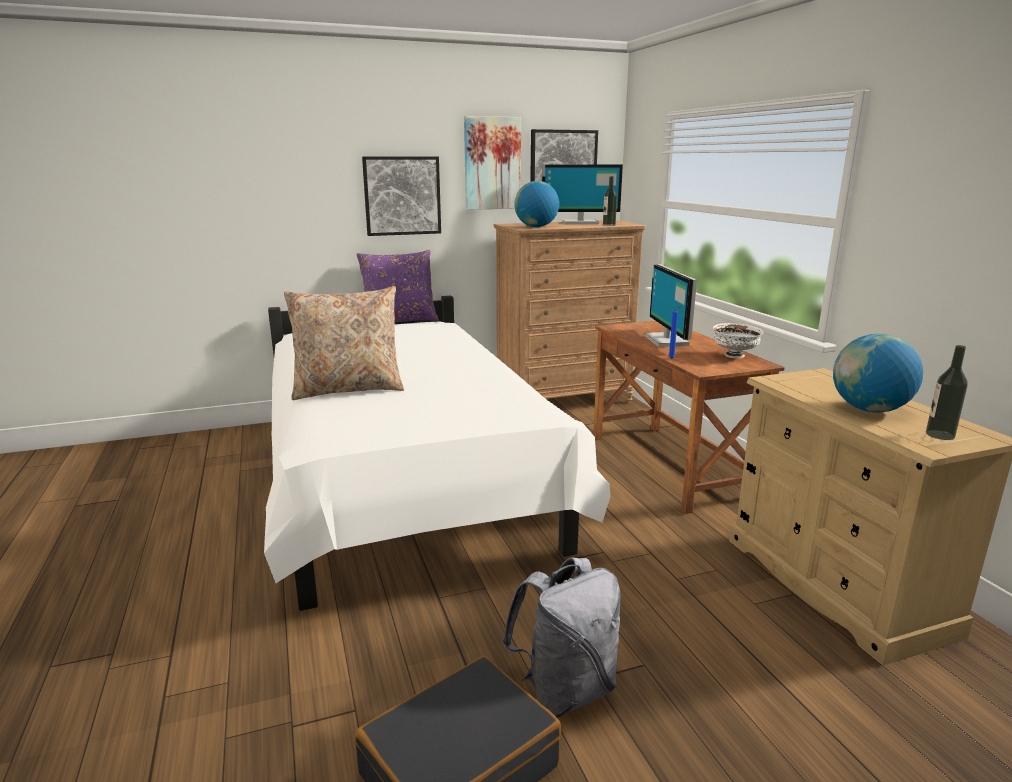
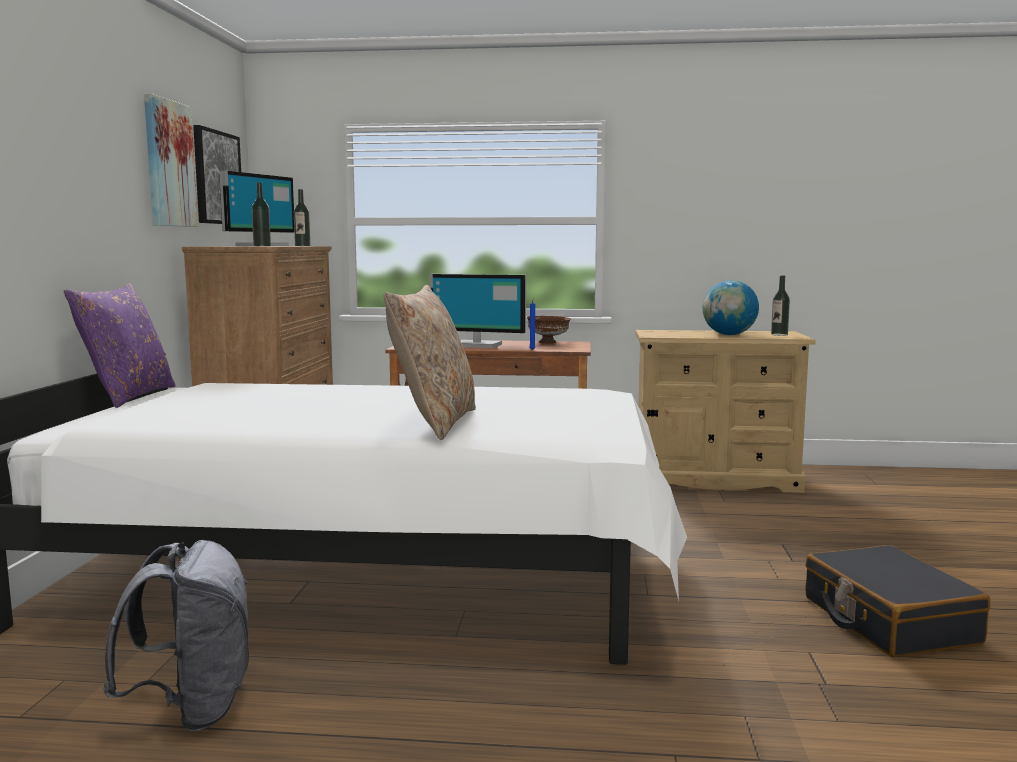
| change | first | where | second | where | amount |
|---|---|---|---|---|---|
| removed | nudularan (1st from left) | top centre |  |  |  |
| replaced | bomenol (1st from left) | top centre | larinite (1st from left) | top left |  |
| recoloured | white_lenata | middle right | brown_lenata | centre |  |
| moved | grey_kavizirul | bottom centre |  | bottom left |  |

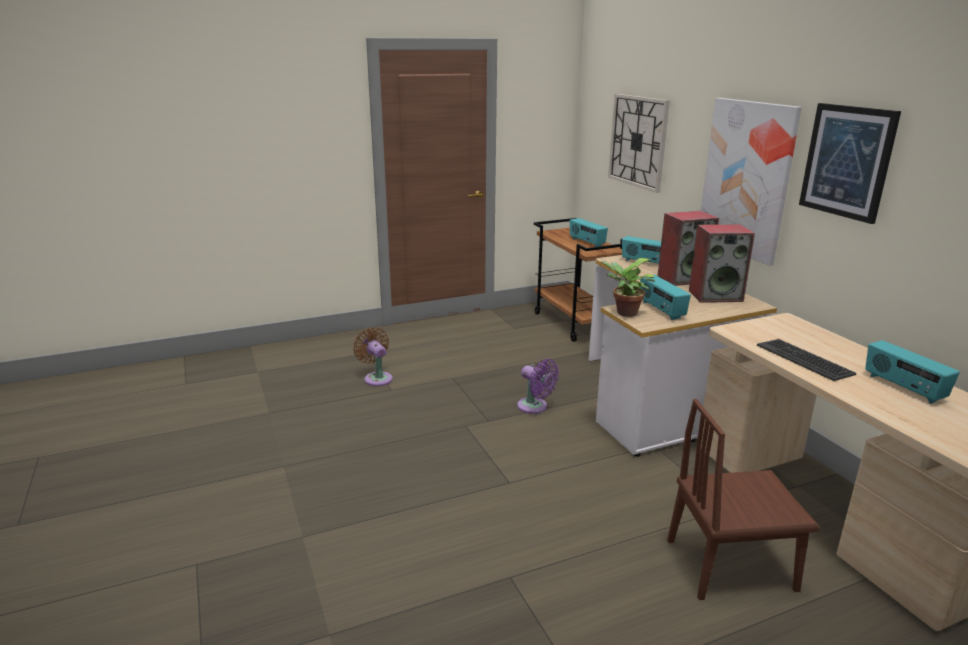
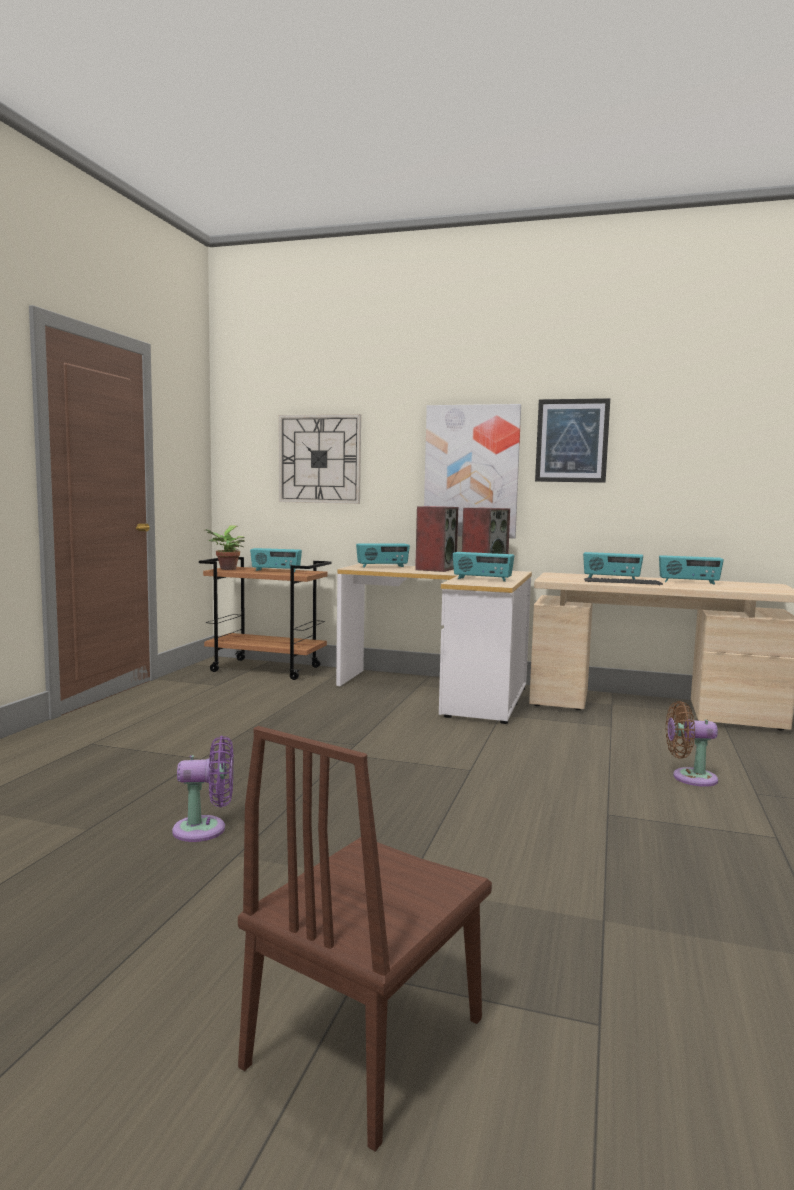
| change | first | where | second | where | amount |
|---|---|---|---|---|---|
| moved | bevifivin | centre |  | middle left |  |
| moved | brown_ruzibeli | centre |  | middle right |  |
| moved | purple_ruzibeli | centre |  | middle left |  |
| moved | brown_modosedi | bottom right |  | bottom centre |  |
| added |  |  | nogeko (4th from left) | middle right |  |

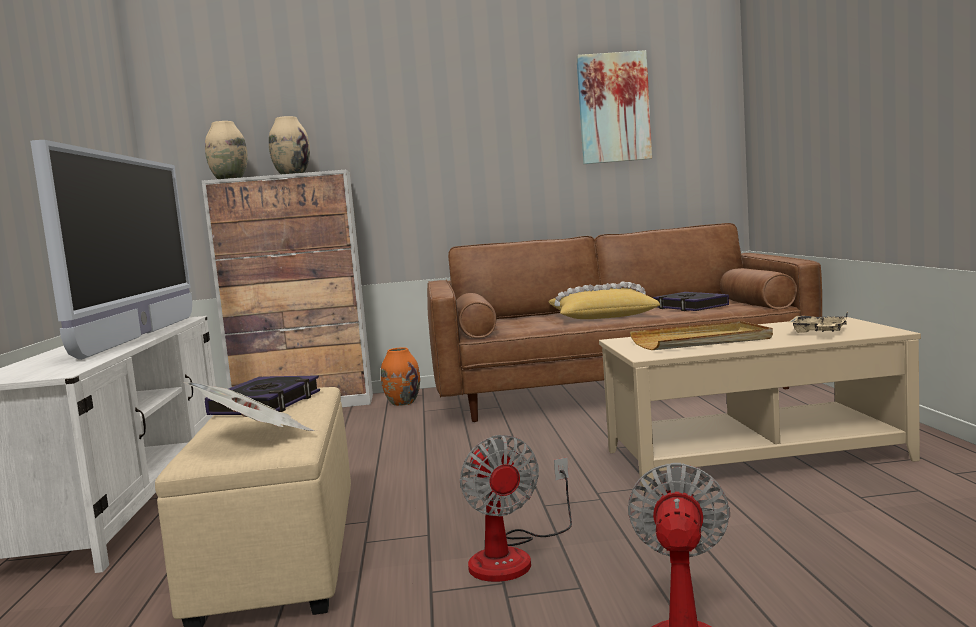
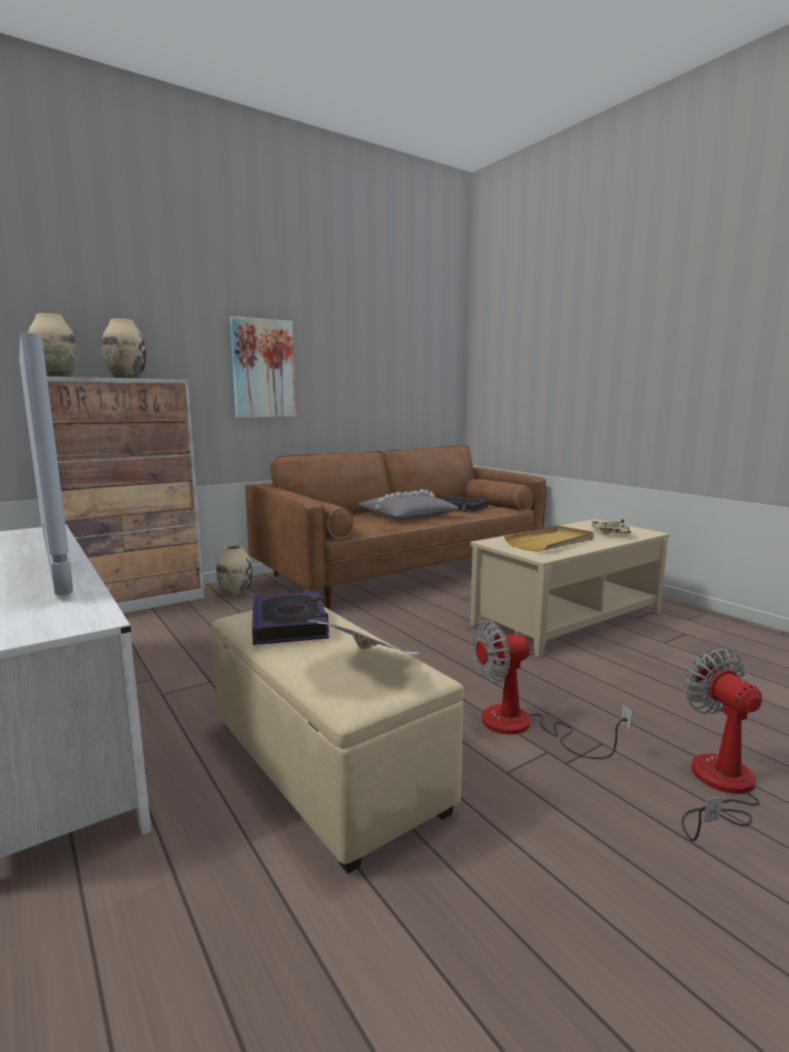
| change | first | where | second | where | amount |
|---|---|---|---|---|---|
| moved | nudularan | top centre |  | centre |  |
| recoloured | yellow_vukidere | centre | grey_vukidere | centre |  |
| recoloured | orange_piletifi | centre | beige_piletifi (3rd from left) | middle left |  |
| turned | ruzibeli (1st from left) | bottom centre |  | middle right | 120 degrees clockwise |

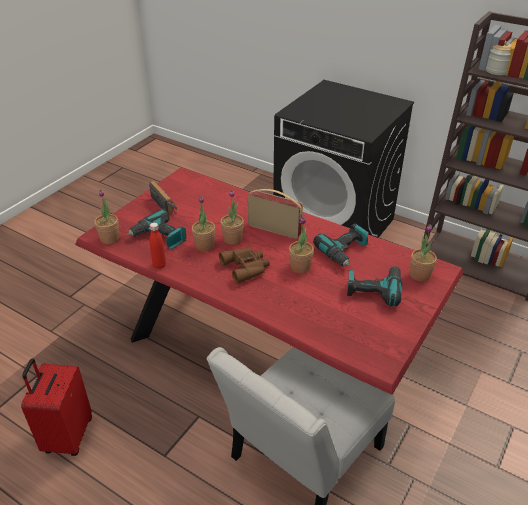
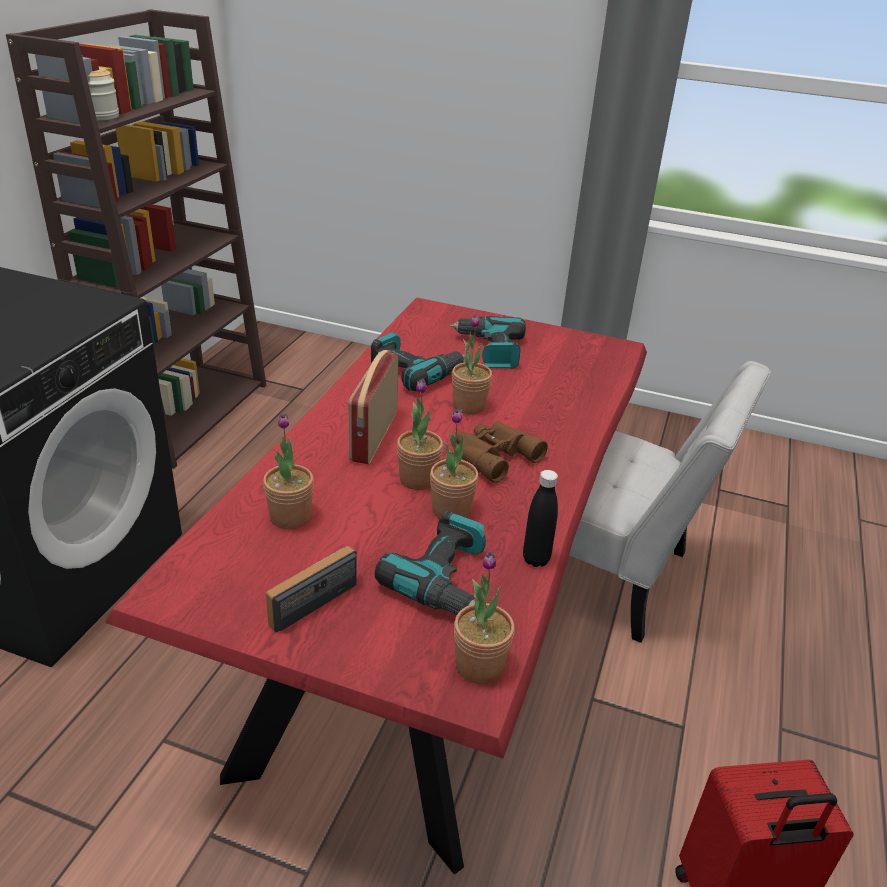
| change | first | where | second | where | amount |
|---|---|---|---|---|---|
| recoloured | red_larinite | middle left | black_larinite | centre |  |
| moved | bevifivin (5th from left in the first image) | middle right | bevifivin (1st from left) | middle left |  |

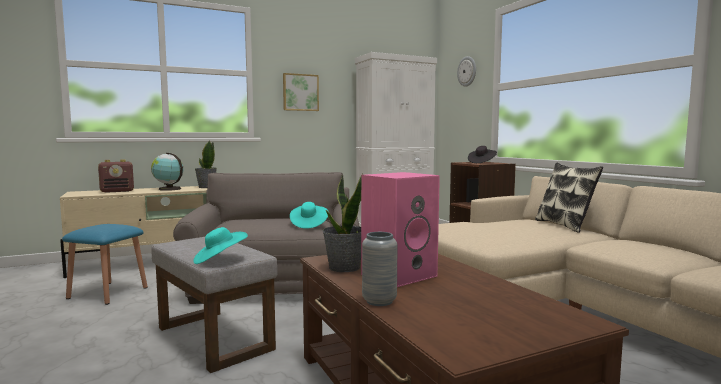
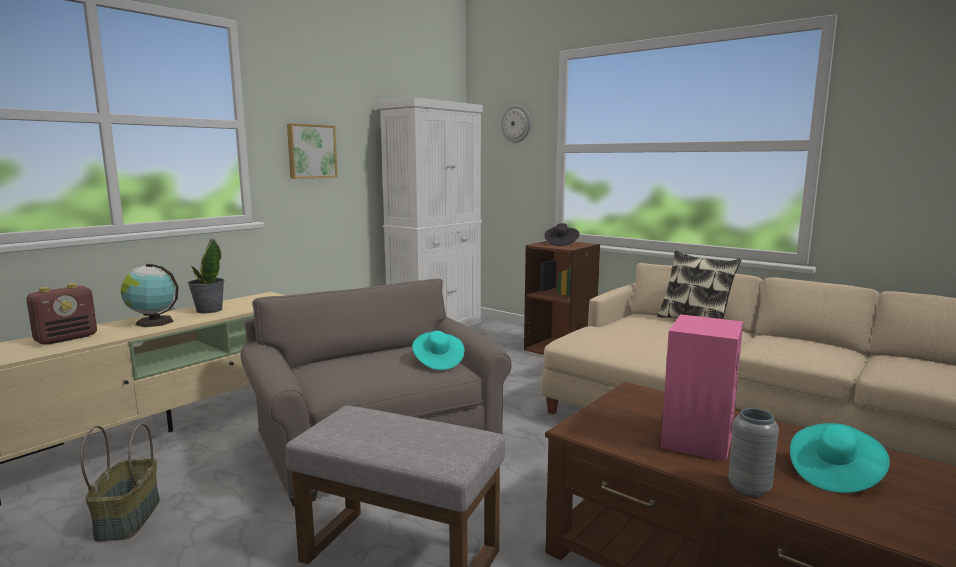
| change | first | where | second | where | amount |
|---|---|---|---|---|---|
| removed | bevifivin (2nd from left) | centre |  |  |  |
| replaced | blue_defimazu | bottom left | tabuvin | bottom left |  |
| moved | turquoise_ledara (1st from left in the first image) | middle left | turquoise_ledara (2nd from left) | bottom right |  |

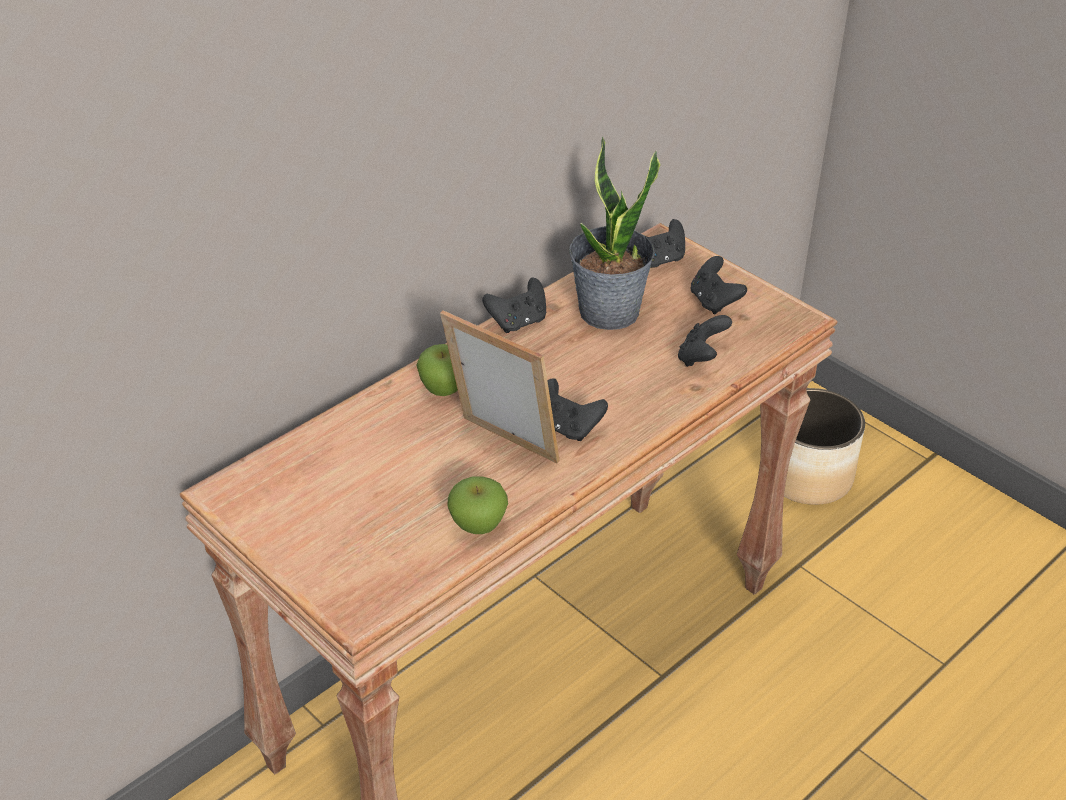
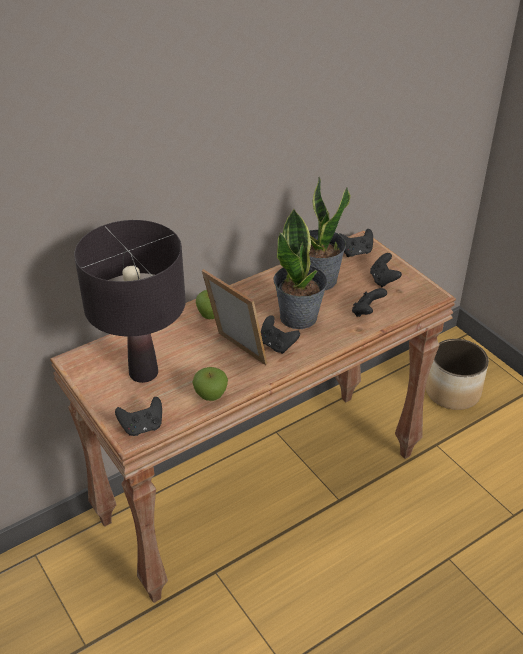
| change | first | where | second | where | amount |
|---|---|---|---|---|---|
| moved | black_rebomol (1st from left) | centre |  | middle left |  |
| added |  |  | bevifivin (1st from left) | centre |  |
| added |  |  | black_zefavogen | middle left |  |

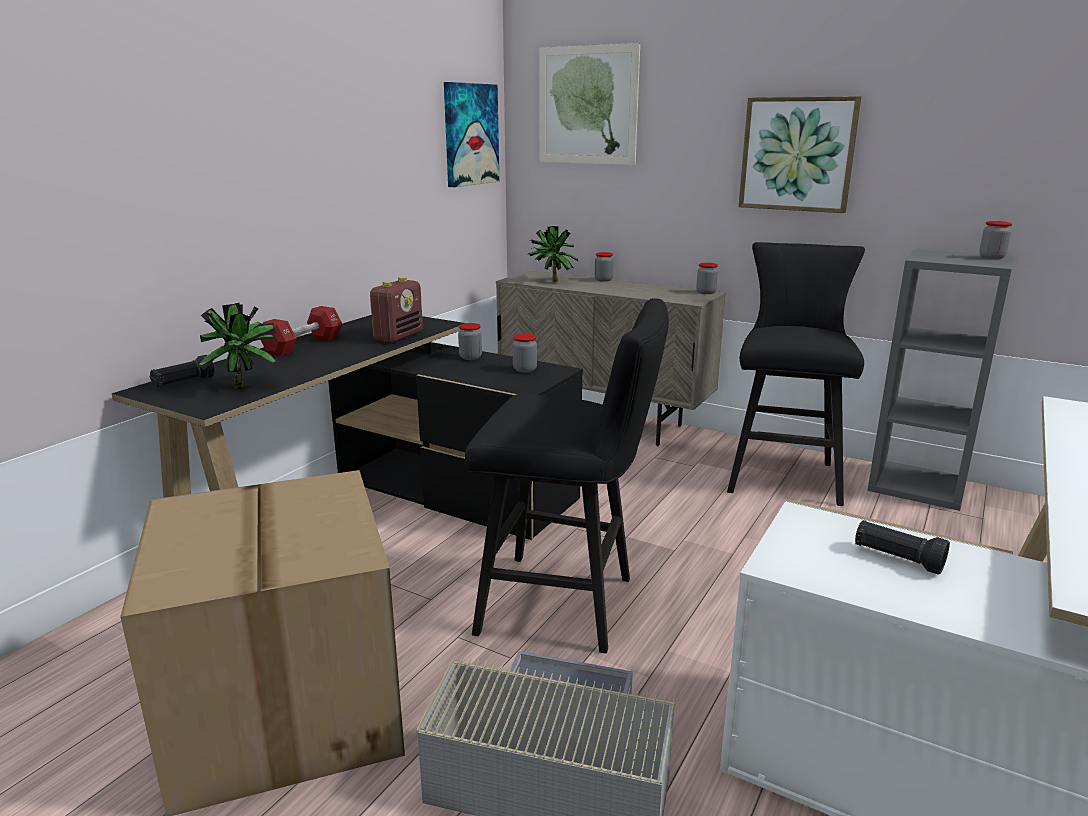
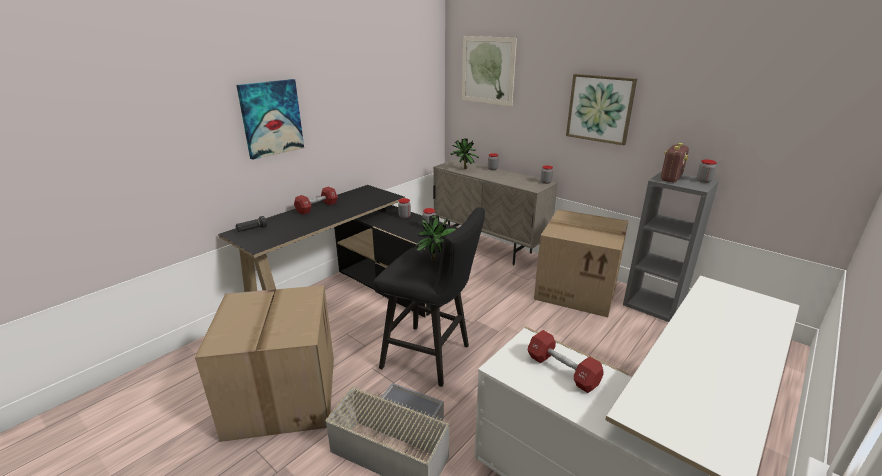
| change | first | where | second | where | amount |
|---|---|---|---|---|---|
| moved | nudularan (1st from left) | top centre |  | top left |  |
| replaced | black_defimazu (2nd from left) | middle right | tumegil (2nd from left) | centre |  |
| moved | nogeko | centre |  | middle right |  |
| moved | bevifivin (1st from left) | middle left |  | centre |  |
| replaced | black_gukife (2nd from left) | bottom right | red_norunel (2nd from left) | bottom centre |  |

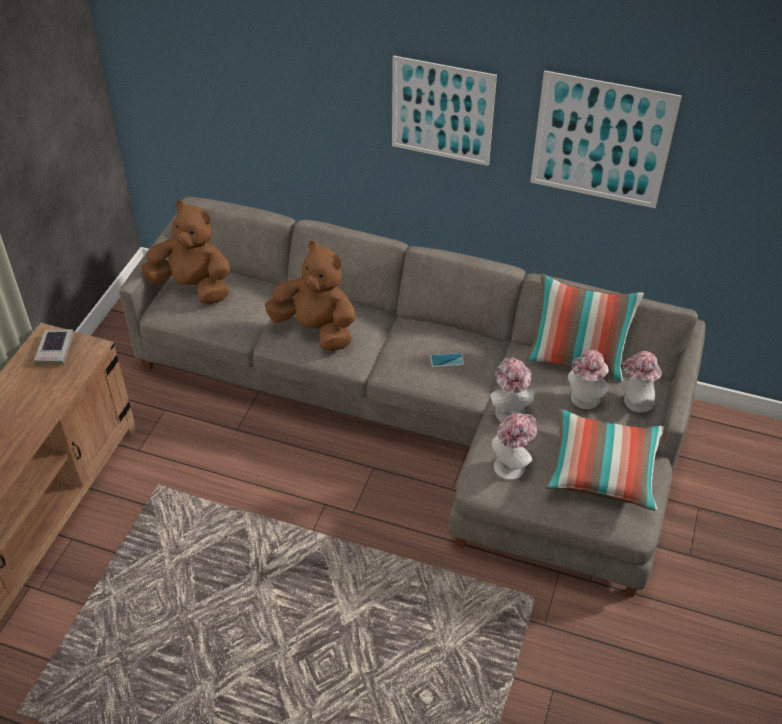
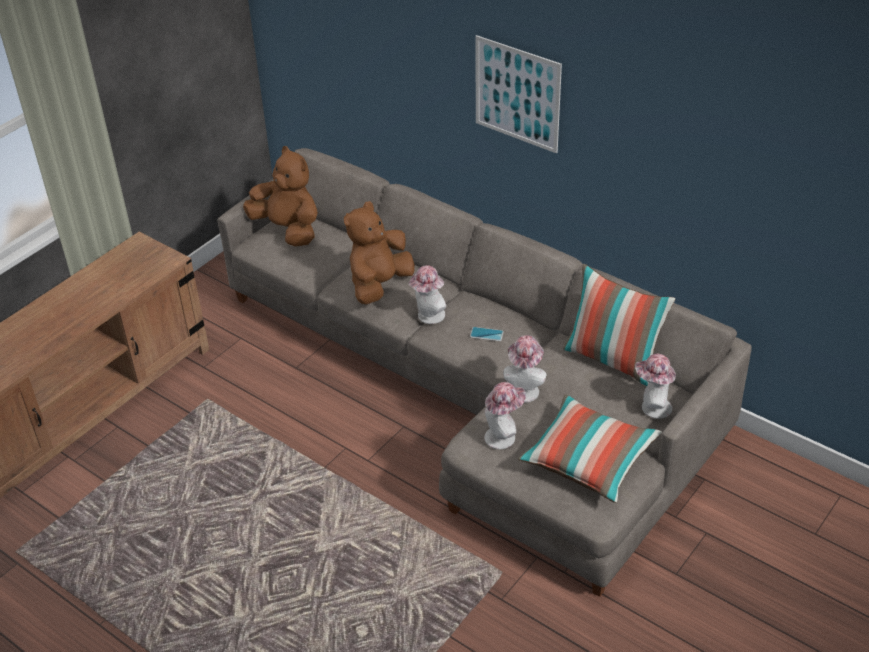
| change | first | where | second | where | amount |
|---|---|---|---|---|---|
| removed | nudularan (2nd from left) | top right |  |  |  |
| turned | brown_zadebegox (2nd from left) | centre |  | centre | 105 degrees counterclockwise |
| removed | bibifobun | middle left |  |  |  |
| moved | ledara (3rd from left in the first image) | middle right | ledara (1st from left) | centre |  |

